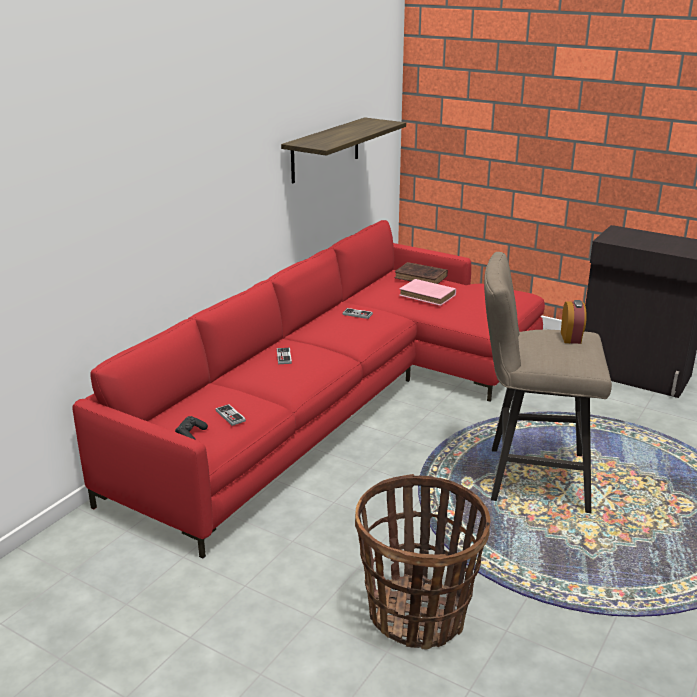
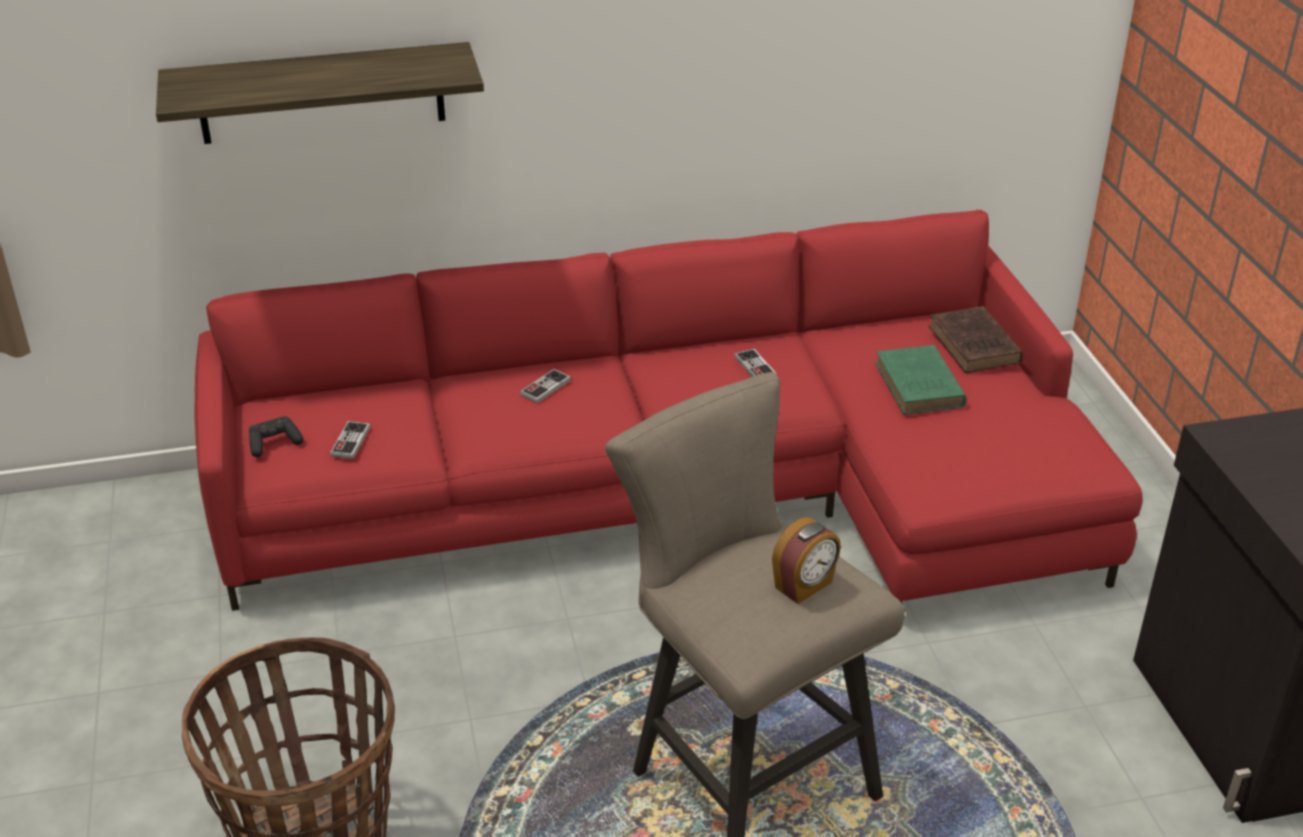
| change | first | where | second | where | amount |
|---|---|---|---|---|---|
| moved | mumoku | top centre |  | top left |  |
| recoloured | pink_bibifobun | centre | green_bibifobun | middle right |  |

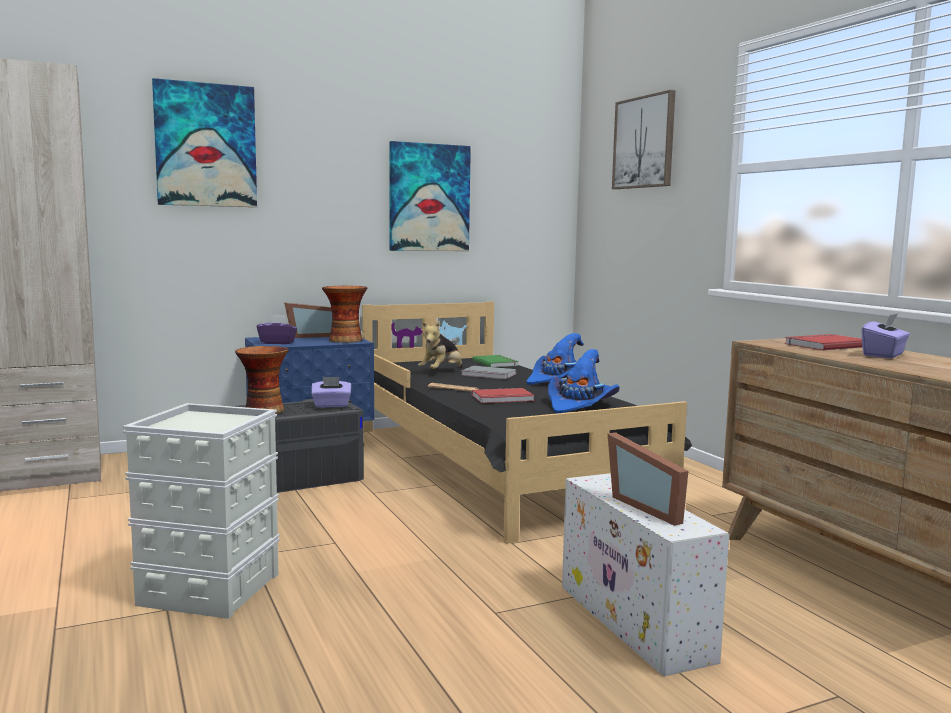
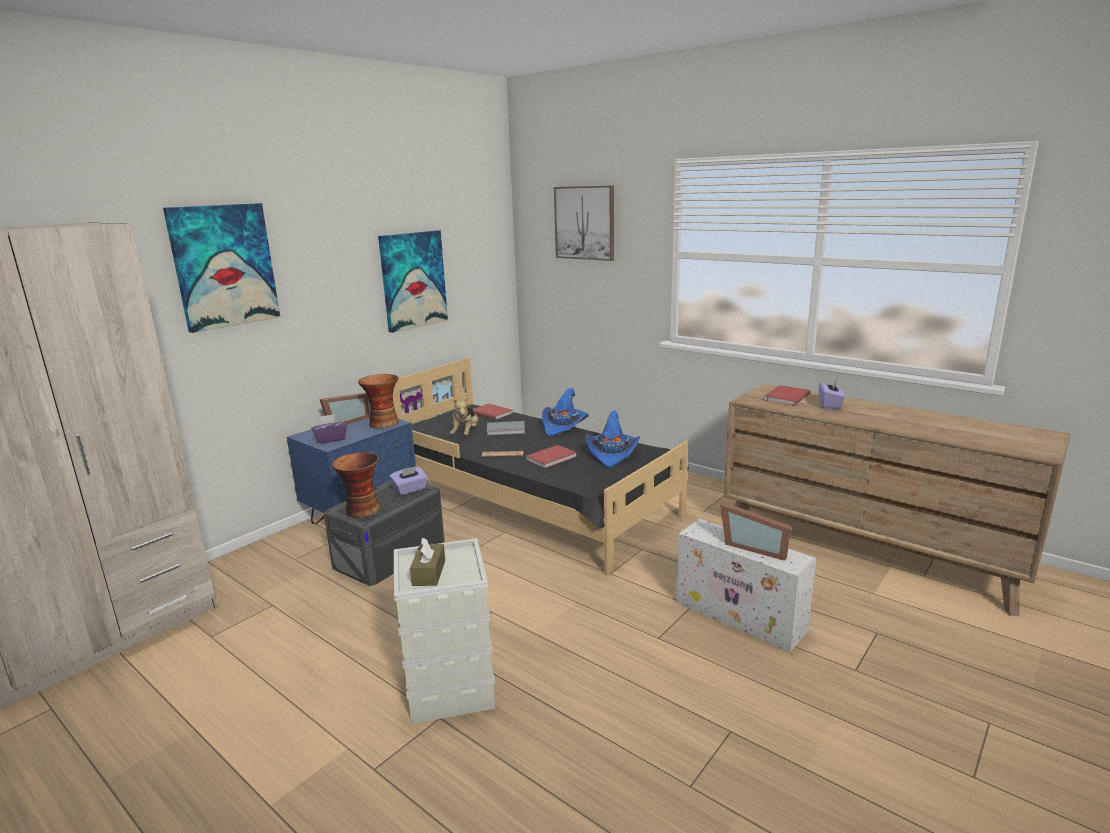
| change | first | where | second | where | amount |
|---|---|---|---|---|---|
| recoloured | green_bibifobun | centre | red_bibifobun (1st from left) | centre |  |
| added |  |  | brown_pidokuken | bottom centre |  |

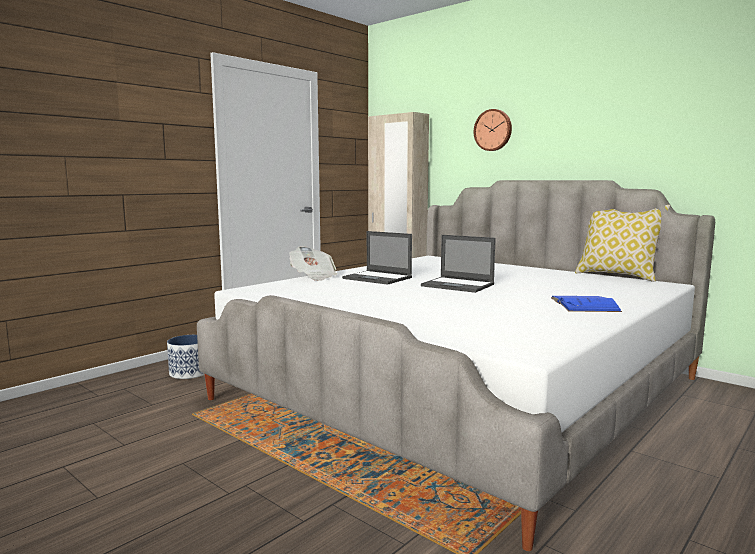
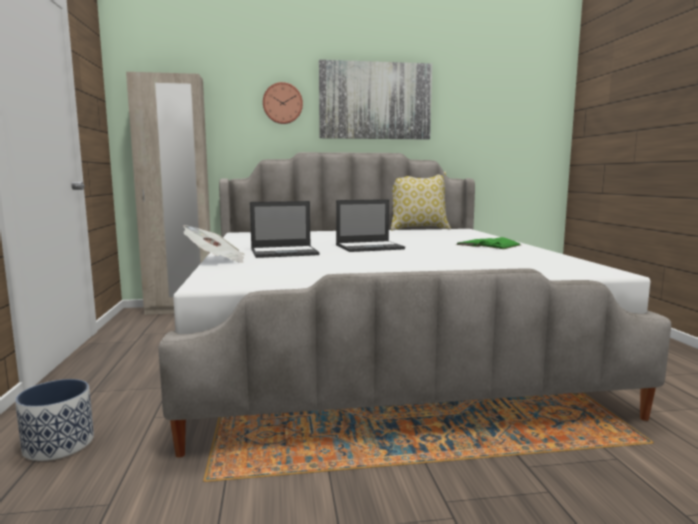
| change | first | where | second | where | amount |
|---|---|---|---|---|---|
| recoloured | blue_bibifobun | middle right | green_bibifobun | middle right |  |
| added |  |  | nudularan | top centre |  |

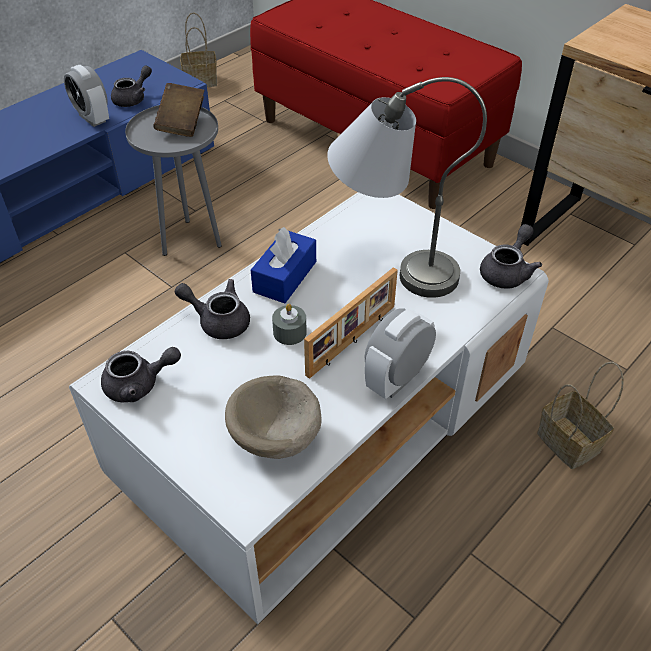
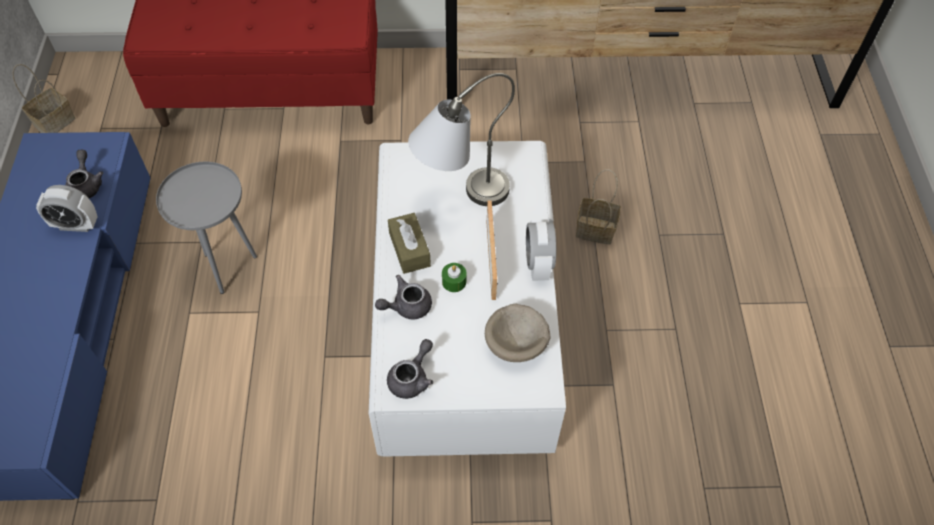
| change | first | where | second | where | amount |
|---|---|---|---|---|---|
| removed | brown_bibifobun | top left |  |  |  |
| removed | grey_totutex (4th from left) | middle right |  |  |  |
| recoloured | blue_pidokuken | centre | brown_pidokuken | centre |  |
| recoloured | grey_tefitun | centre | green_tefitun | centre |  |

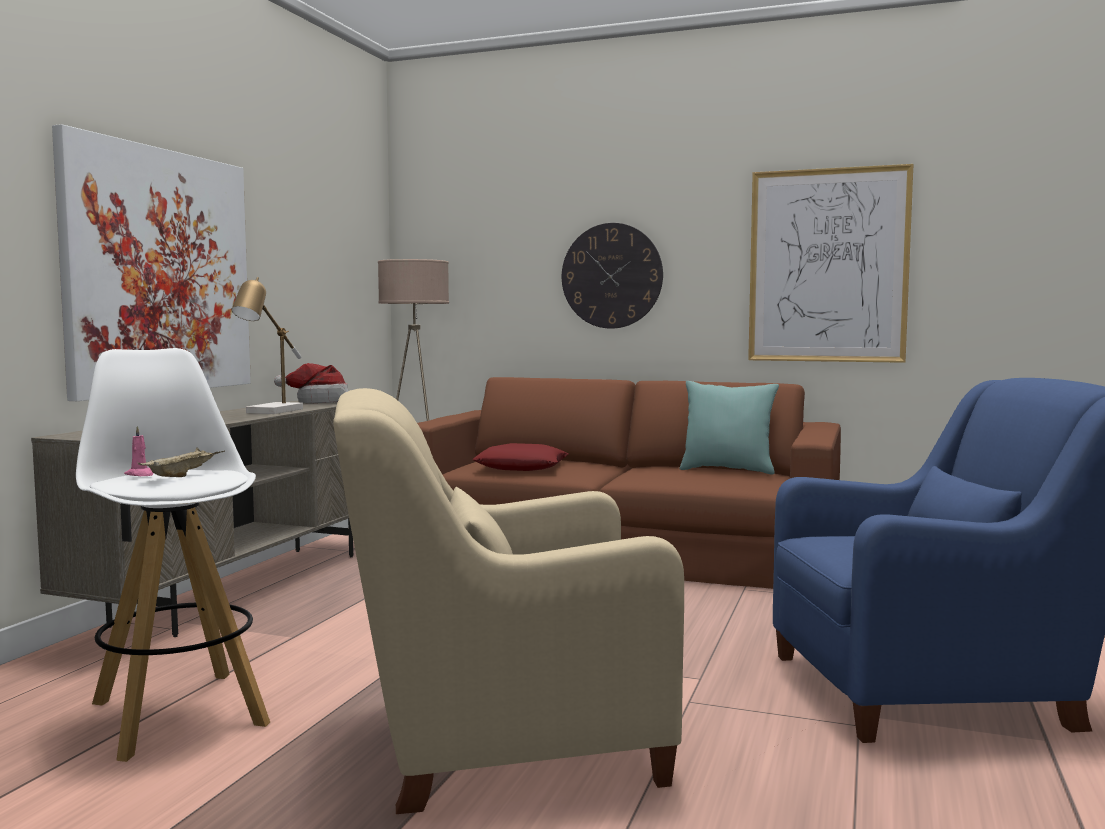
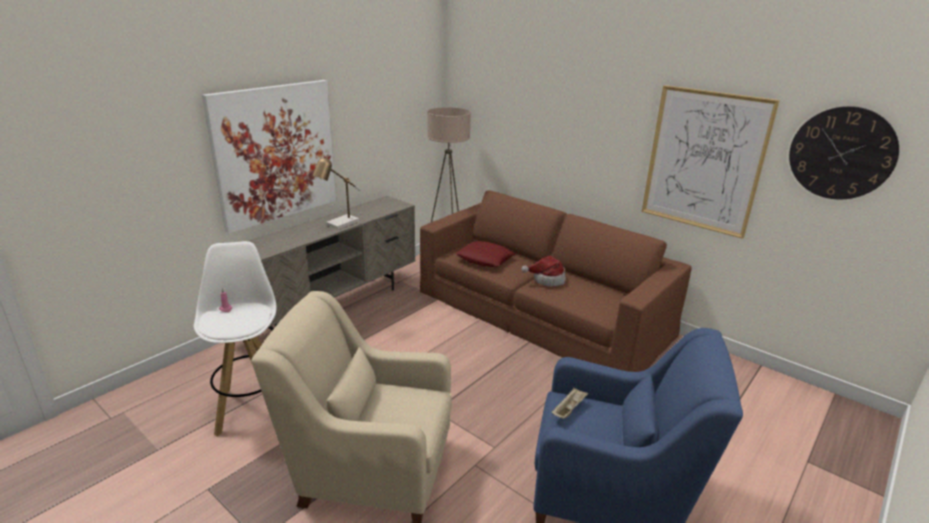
| change | first | where | second | where | amount |
|---|---|---|---|---|---|
| moved | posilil | top centre |  | top right |  |
| moved | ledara | middle left |  | centre |  |
| removed | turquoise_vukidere | centre |  |  |  |
| moved | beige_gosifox | middle left |  | bottom centre |  |

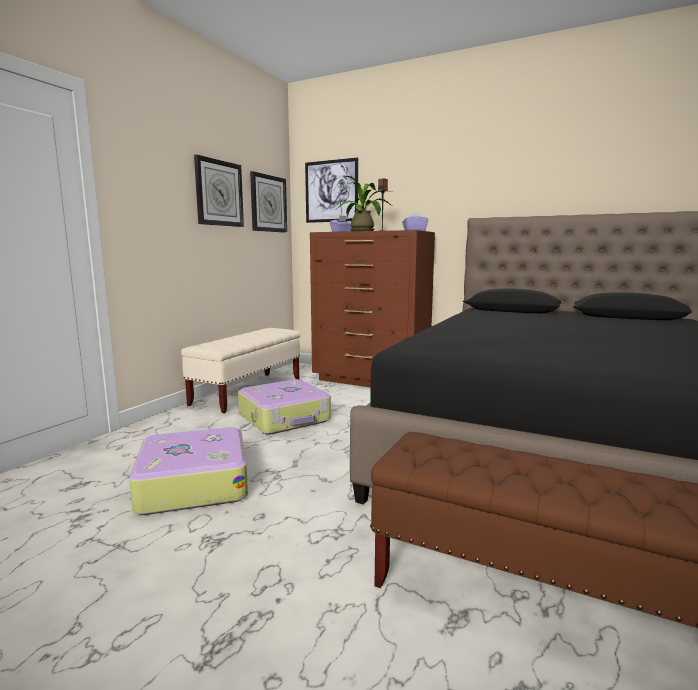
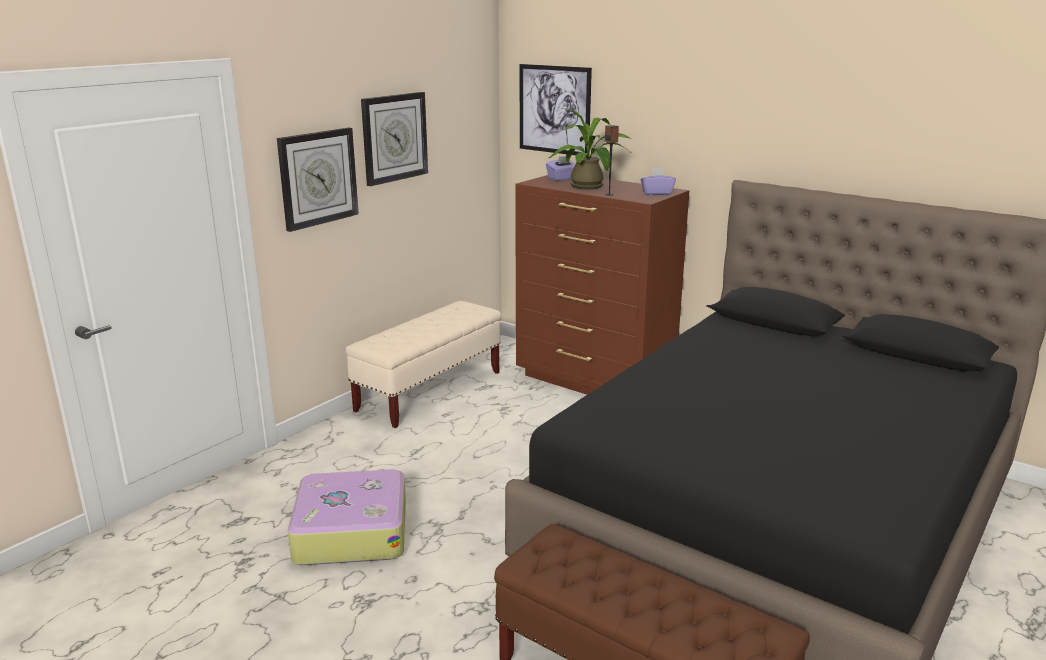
| change | first | where | second | where | amount |
|---|---|---|---|---|---|
| moved | posilil (2nd from left in the first image) | top centre | posilil (1st from left) | top left |  |
| removed | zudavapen (2nd from left) | centre |  |  |  |

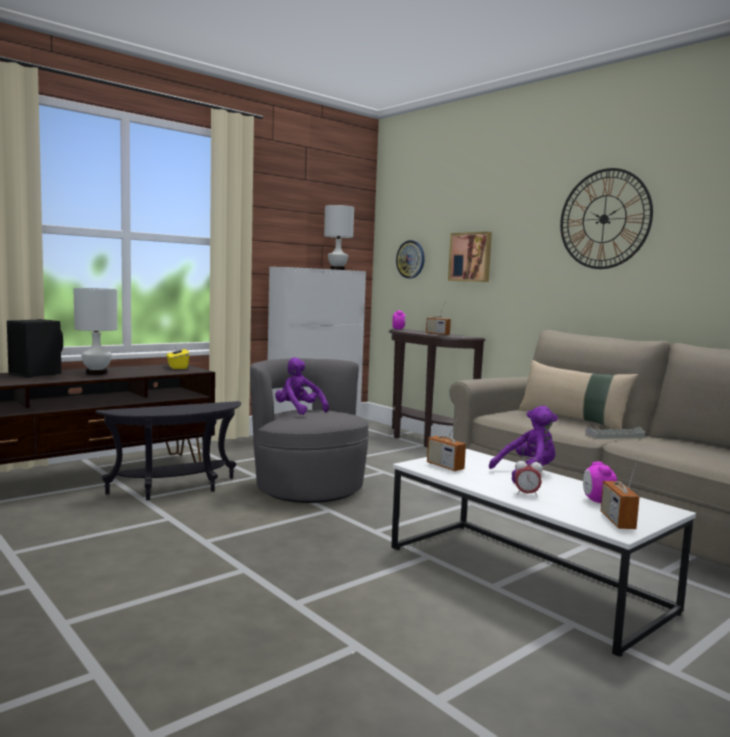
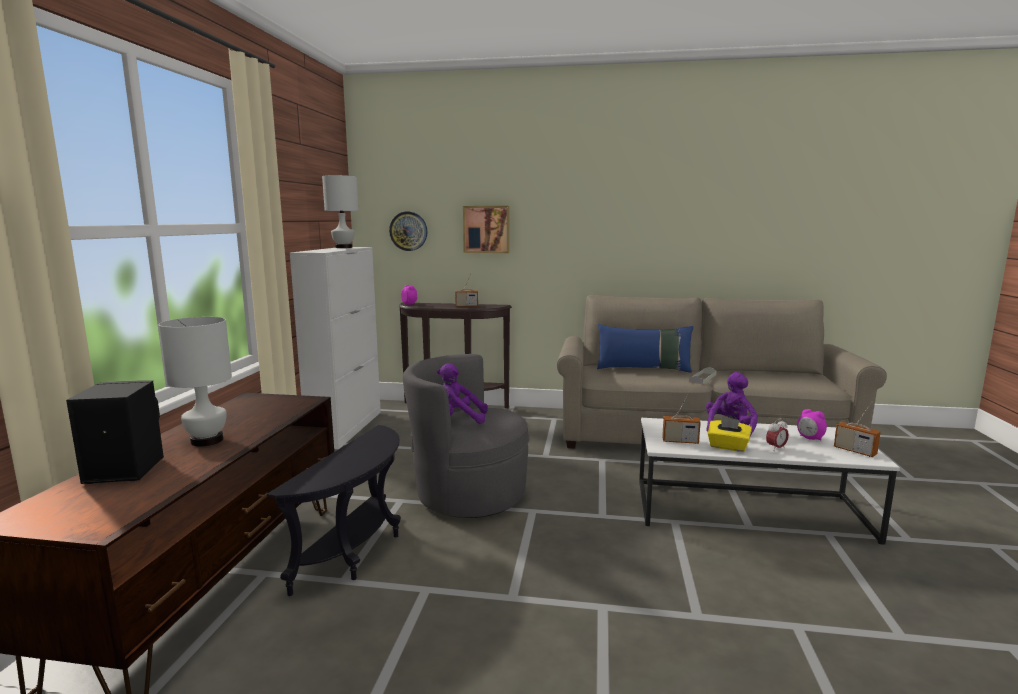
| change | first | where | second | where | amount |
|---|---|---|---|---|---|
| removed | posilil (2nd from left) | top right |  |  |  |
| moved | yellow_pidokuken | middle left |  | middle right |  |
| recoloured | beige_vukidere | middle right | blue_vukidere | centre |  |

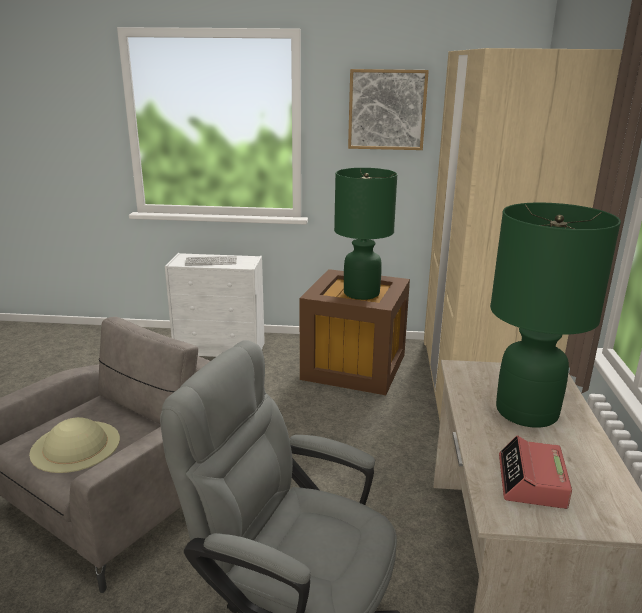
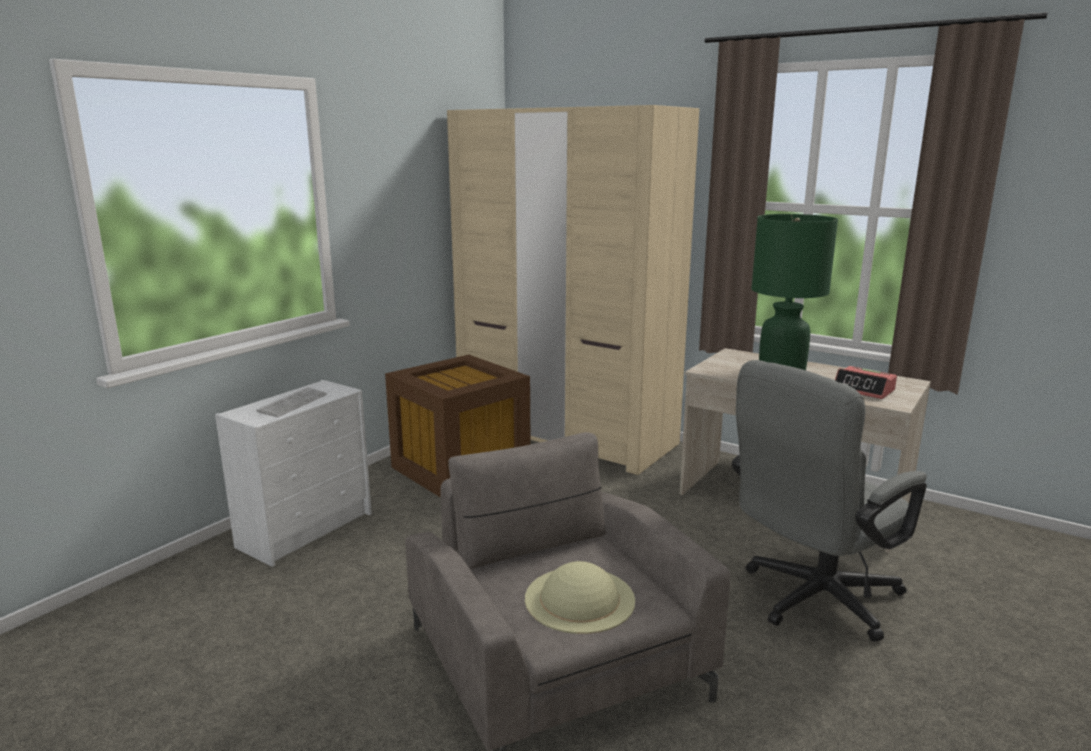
| change | first | where | second | where | amount |
|---|---|---|---|---|---|
| removed | nudularan | top centre |  |  |  |
| removed | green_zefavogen (1st from left) | centre |  |  |  |

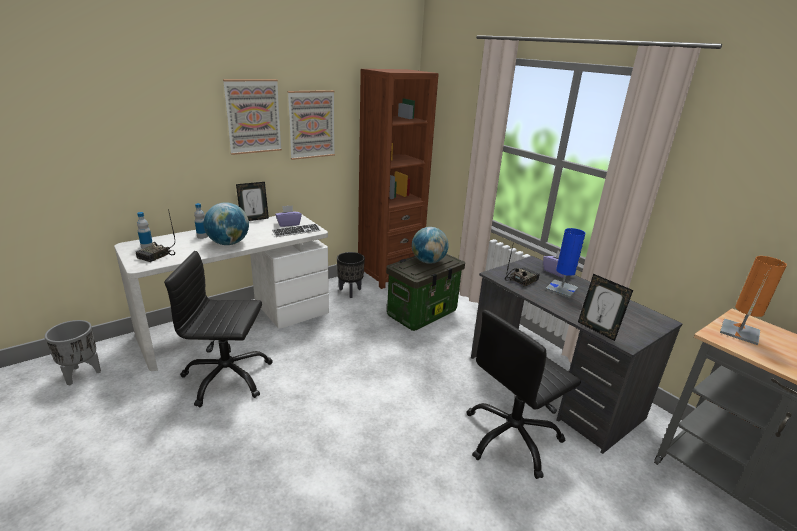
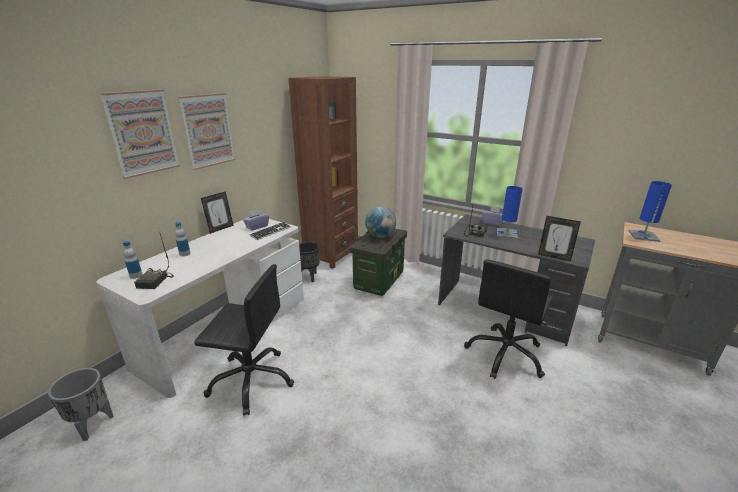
| change | first | where | second | where | amount |
|---|---|---|---|---|---|
| moved | nudularan (2nd from left in the first image) | top centre | nudularan (1st from left) | top left |  |
| removed | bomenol (1st from left) | middle left |  |  |  |
| turned | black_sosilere (1st from left) | middle left |  | bottom left | 150 degrees counterclockwise |
| recoloured | orange_zefavogen | middle right | blue_zefavogen (2nd from left) | middle right |  |

